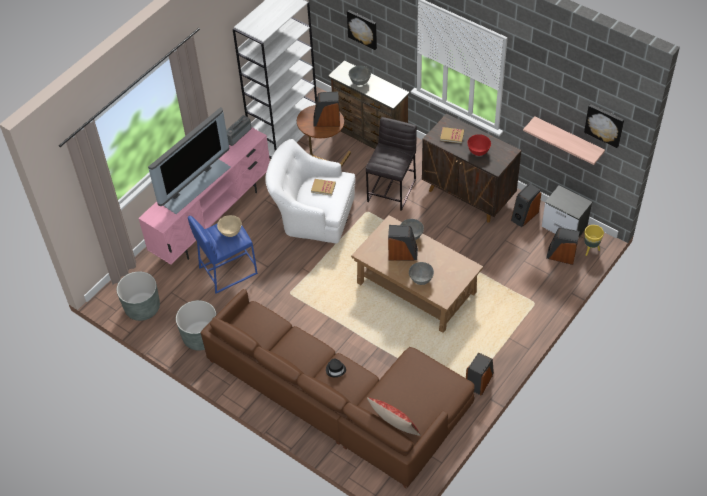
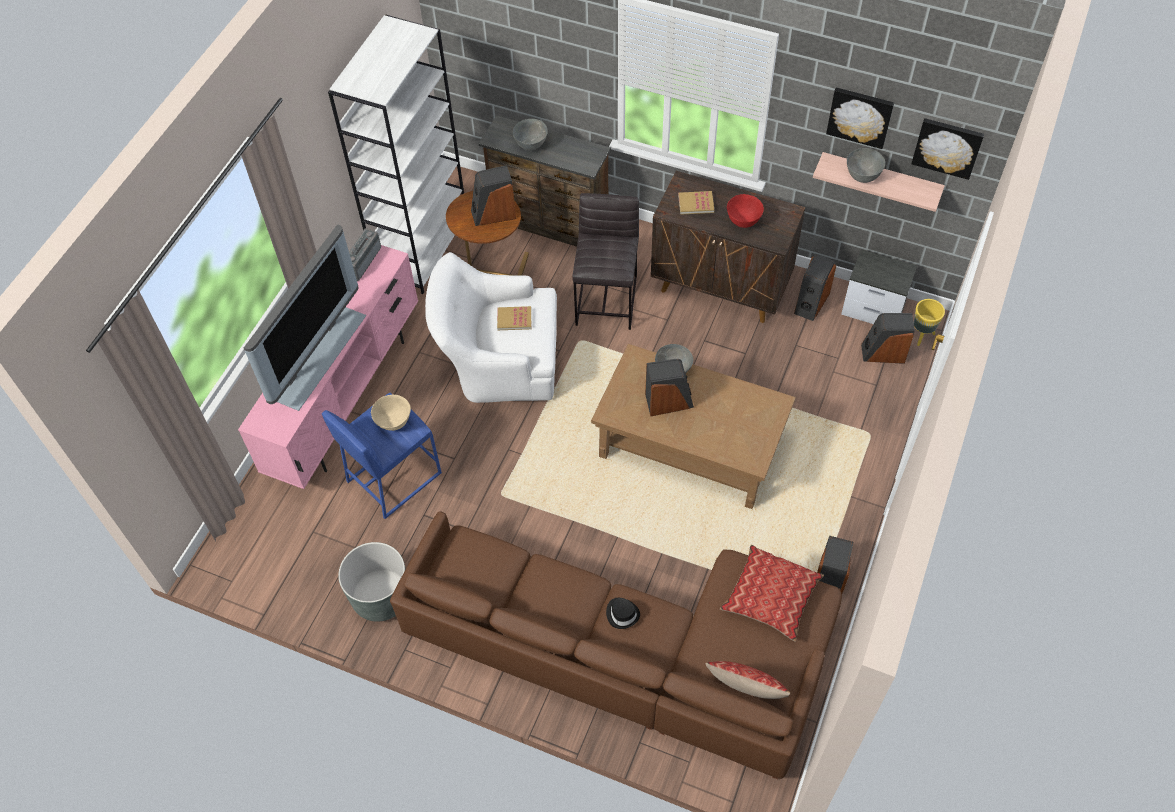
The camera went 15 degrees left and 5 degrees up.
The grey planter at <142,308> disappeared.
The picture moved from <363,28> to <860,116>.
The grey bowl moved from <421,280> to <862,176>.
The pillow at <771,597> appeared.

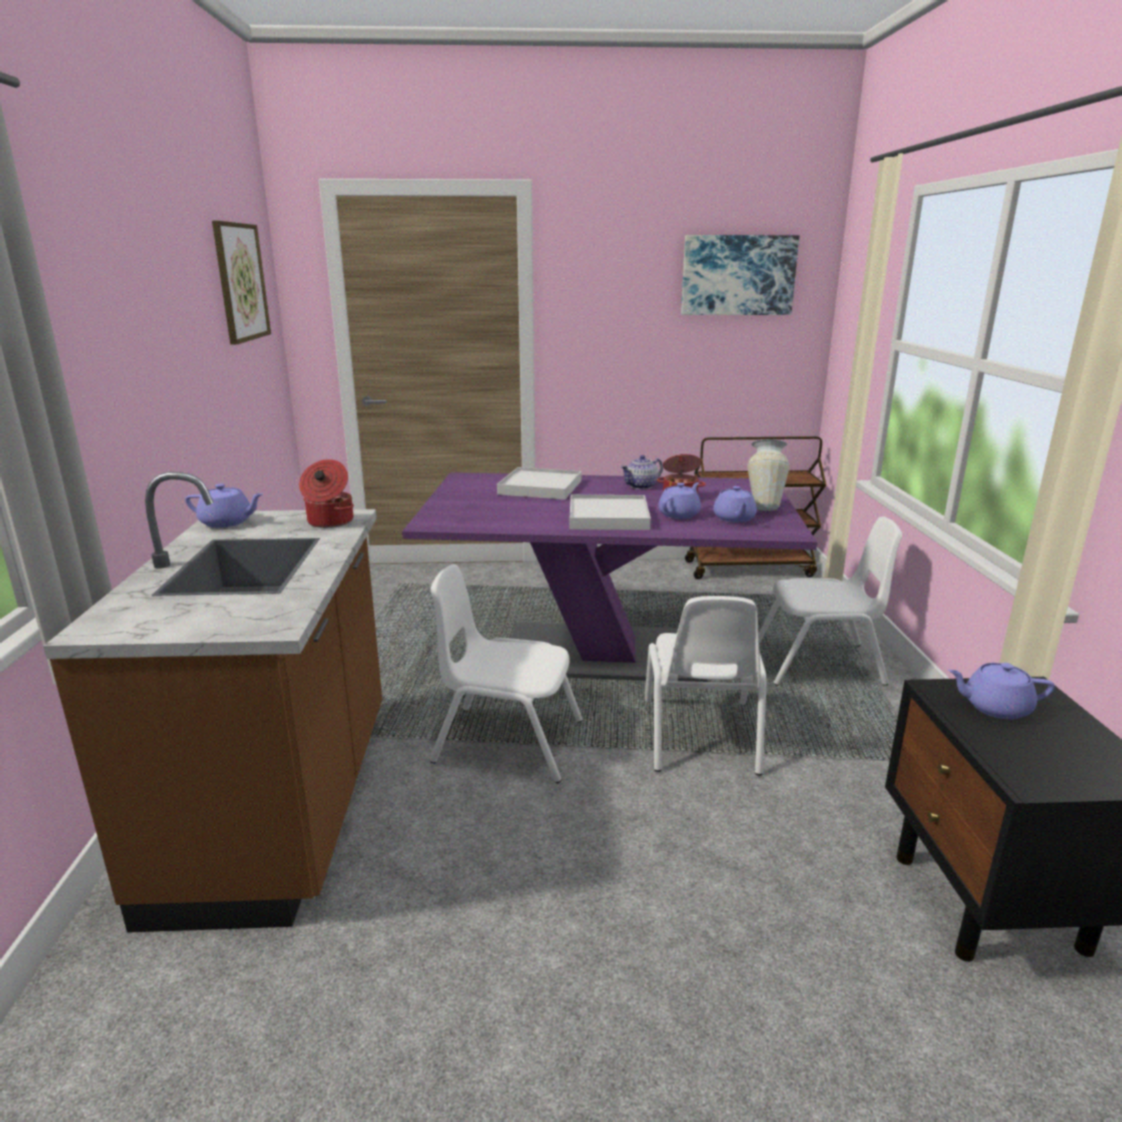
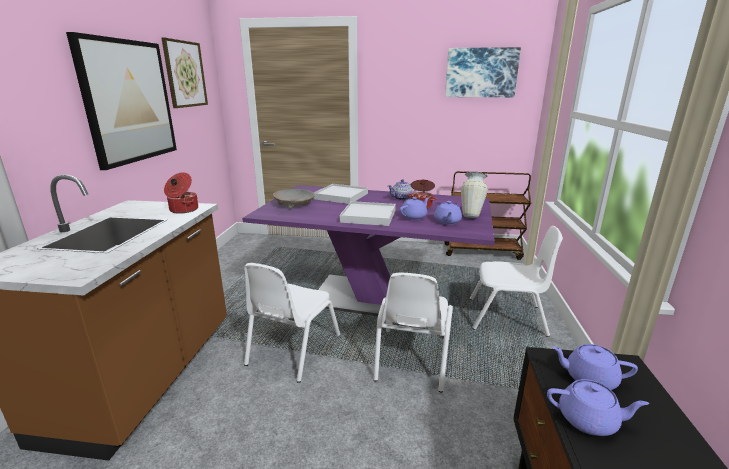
The camera went 10 degrees right and 0 degrees up.
The purple teapot moved from <227,522> to <589,420>.
The white chair at <507,741> turned 90 degrees counterclockwise.
The picture at <128,101> appeared.
The beige bowl at <294,204> appeared.

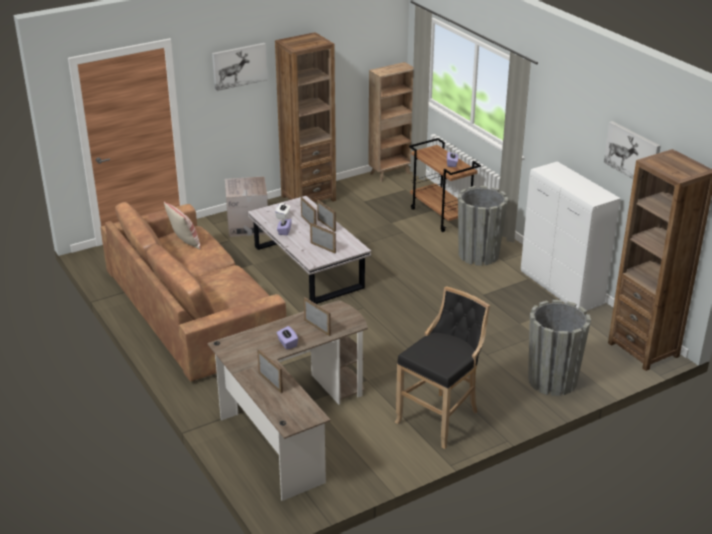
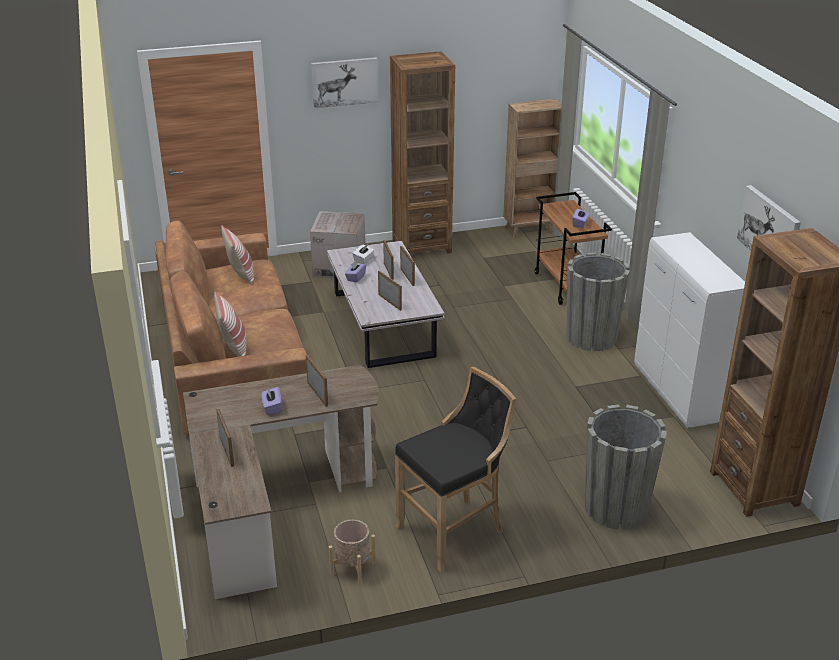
The camera went 15 degrees right and 0 degrees up.
The pillow at <233,347> appeared.
The beige planter at <353,568> appeared.

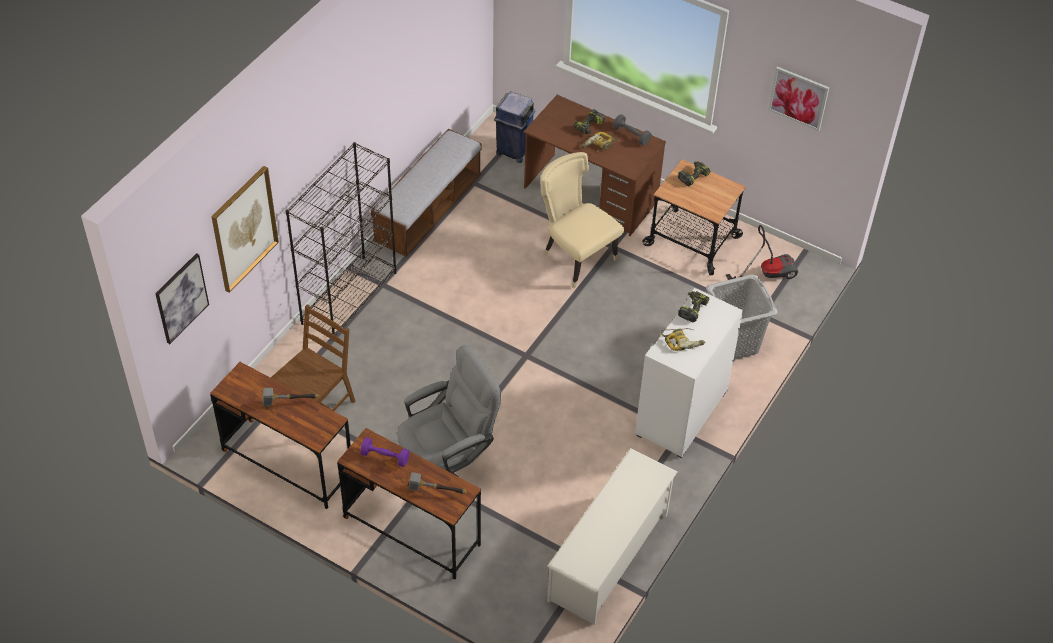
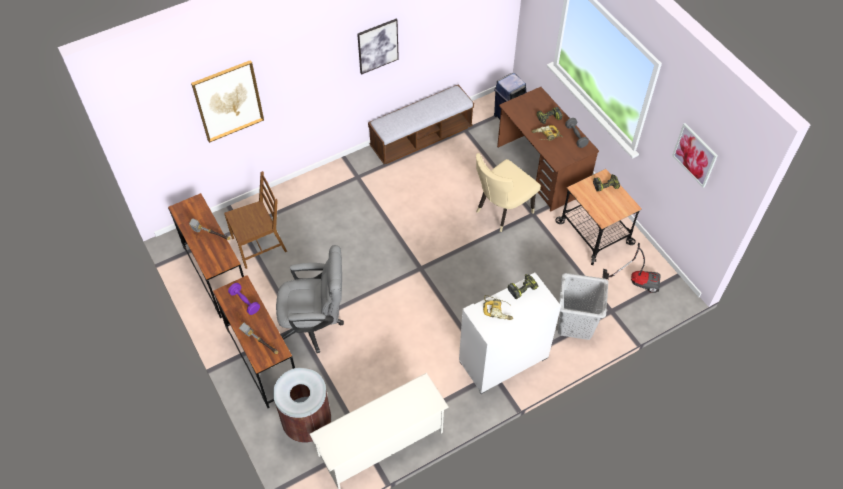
The camera went 30 degrees right and 5 degrees up.
The picture moved from <181,298> to <377,46>.
The black bookcase at <349,297> disappeared.
The beige chair at <576,257> turned 120 degrees counterclockwise.
The brown trash can at <307,423> appeared.

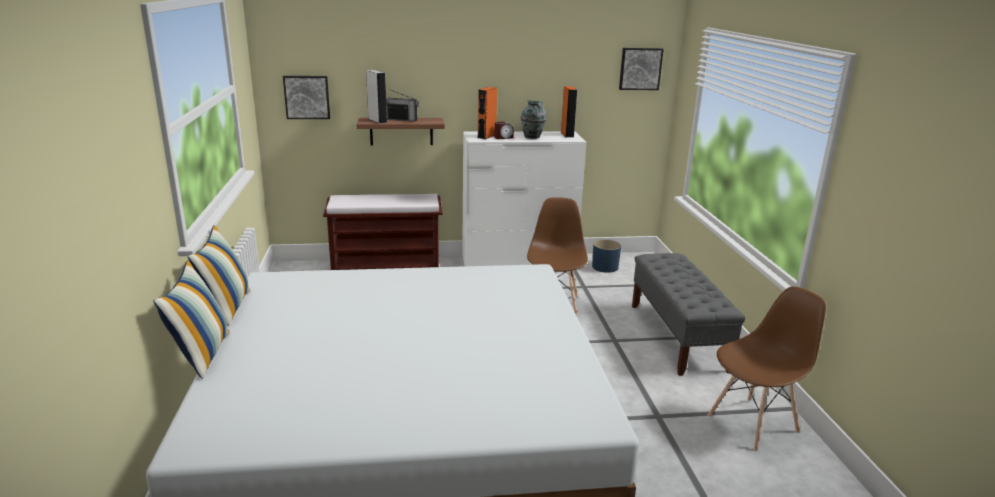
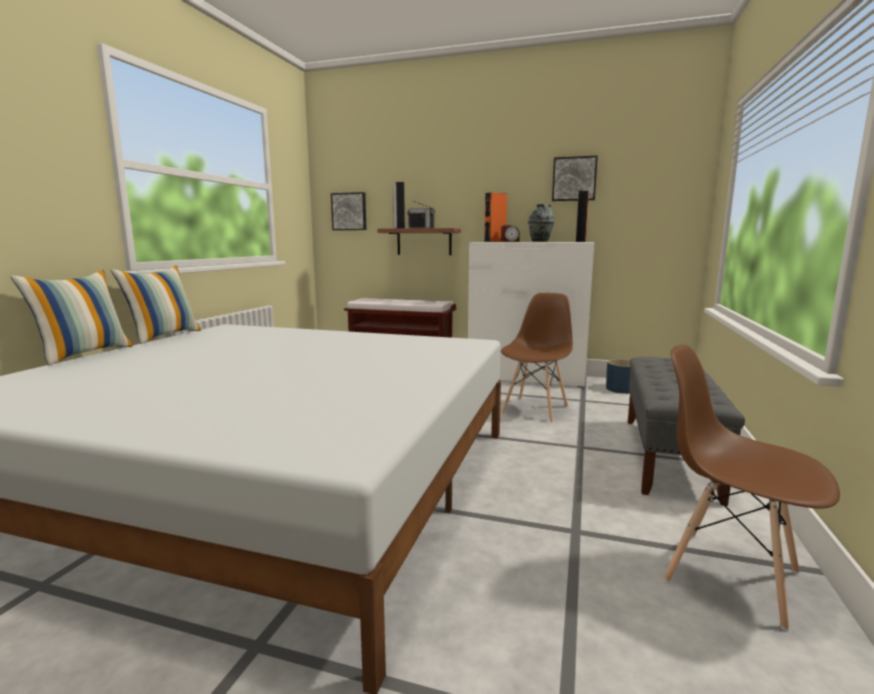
The camera went 25 degrees right and 10 degrees down.
The picture moved from <640,68> to <574,179>.
The brown chair at <753,423> turned 135 degrees counterclockwise.

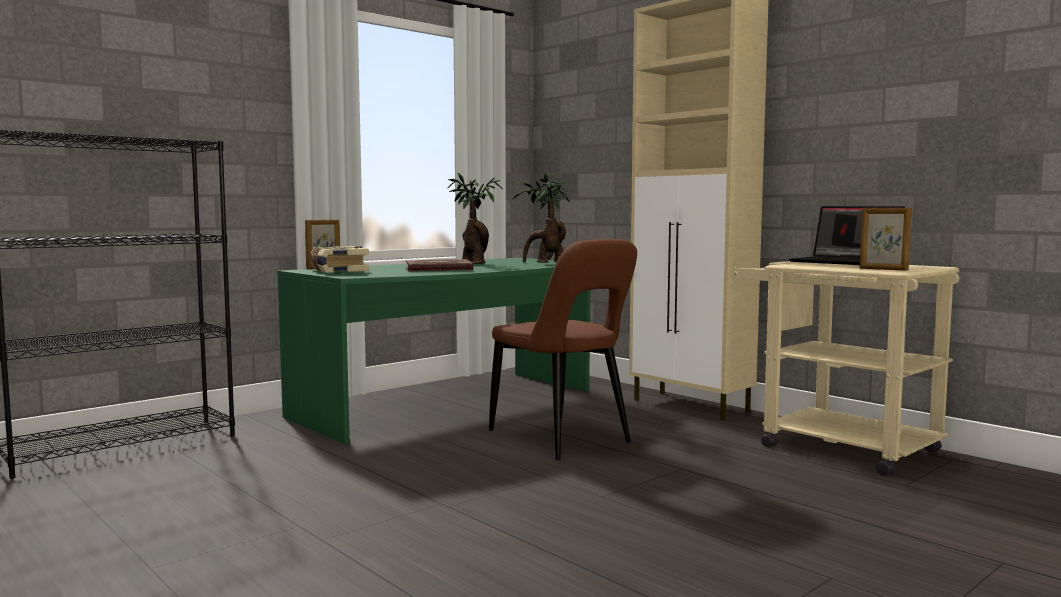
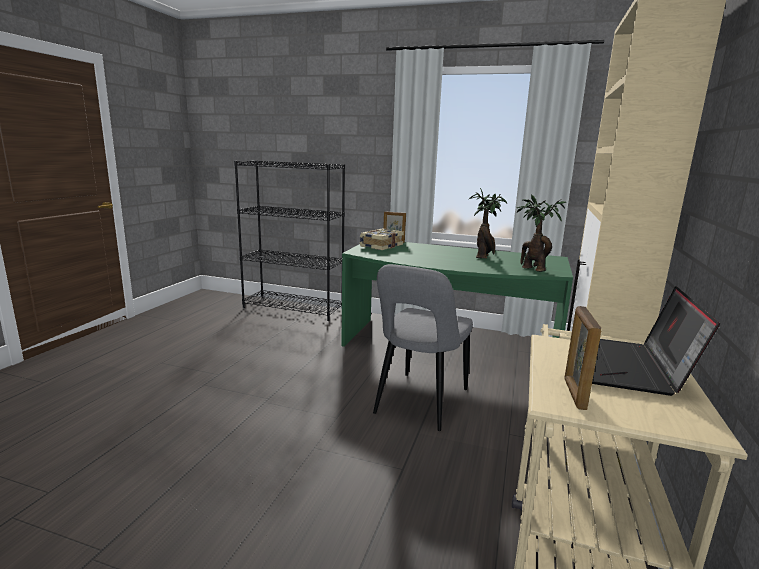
The camera went 60 degrees right and 10 degrees up.
The book at <438,269> disappeared.
The brown chair at <563,439> became the grey chair at <419,403>.

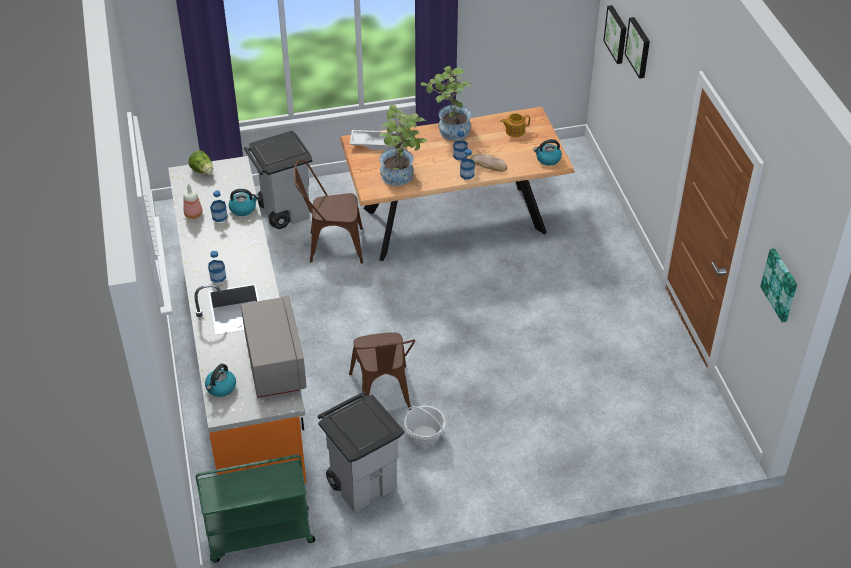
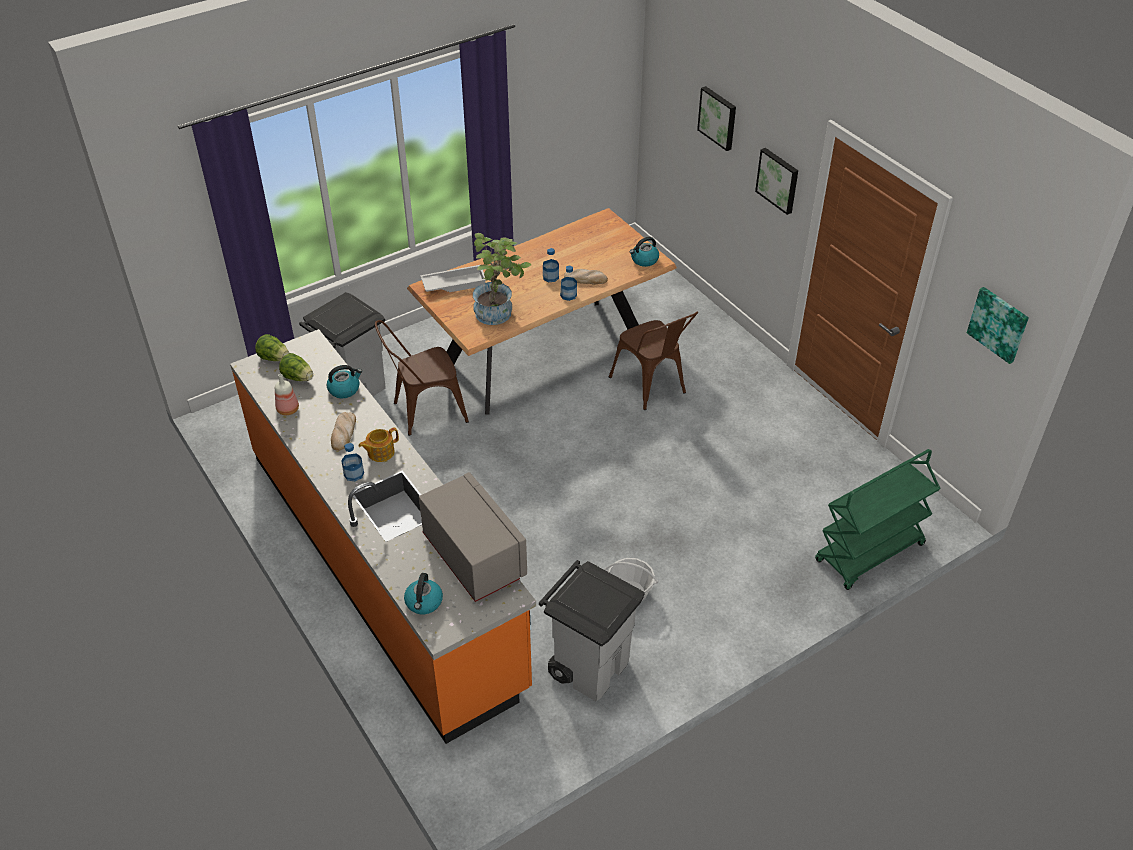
The camera went 20 degrees left and 0 degrees up.
The green cart moved from <259,536> to <869,554>.
The bottle at <219,217> disappeared.
The brown chair moved from <382,395> to <652,387>.
The potted plant at <449,131> disappeared.
The teapot moved from <514,131> to <380,452>.
The picture moved from <617,34> to <778,180>.
The lettuce at <298,378> appeared.
The bread at <343,433> appeared.

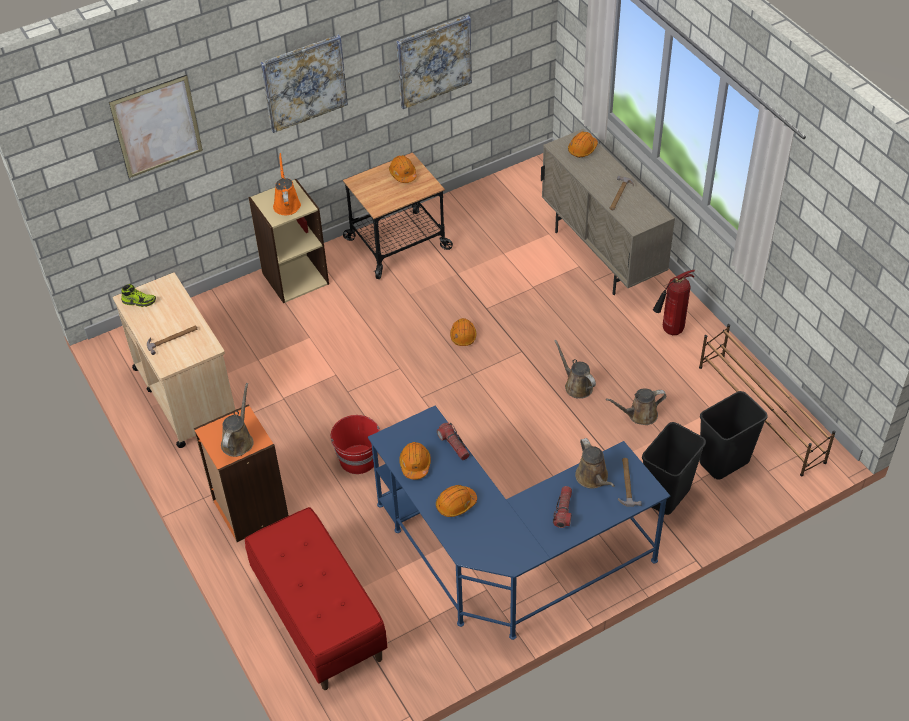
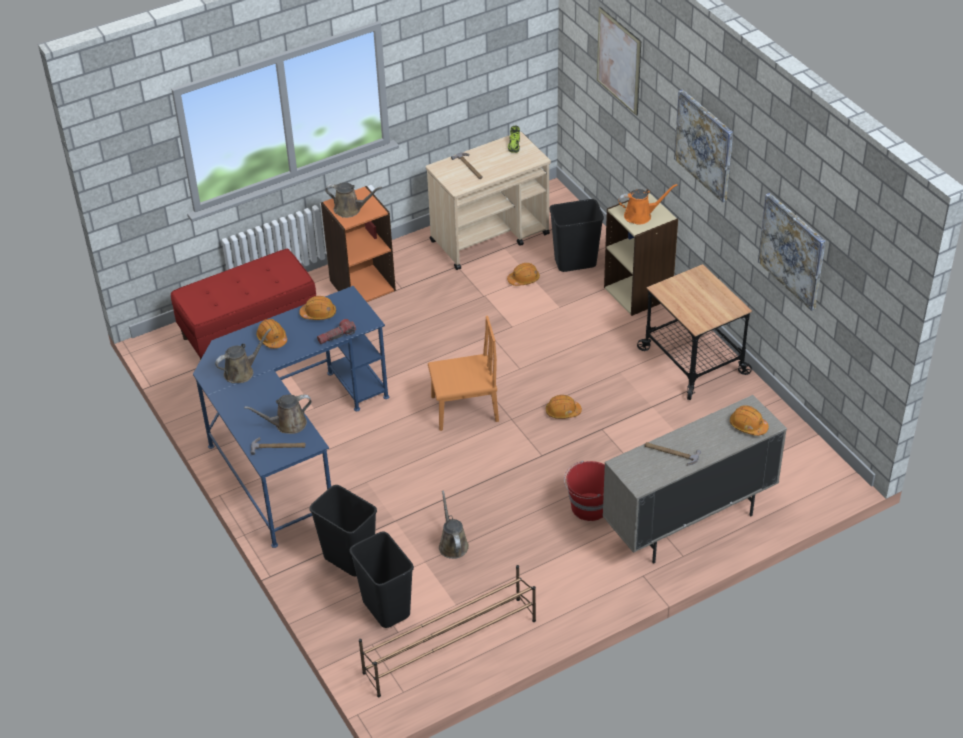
The camera went 90 degrees right and 5 degrees down.
The red bucket moved from <358,459> to <589,507>.
The orange hard hat moved from <403,174> to <524,279>.
The flashlight at <563,510> disappeared.
The brown watering can moved from <576,385> to <241,372>.
The fire extinguisher at <670,331> disappeared.
The orange chair at <464,409> appeared.
The black trash can at <575,262> appeared.

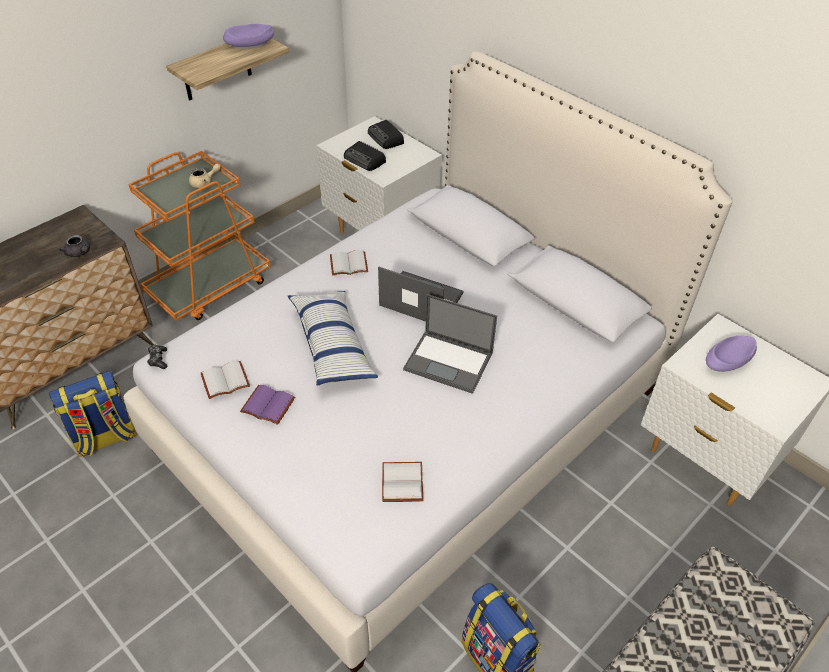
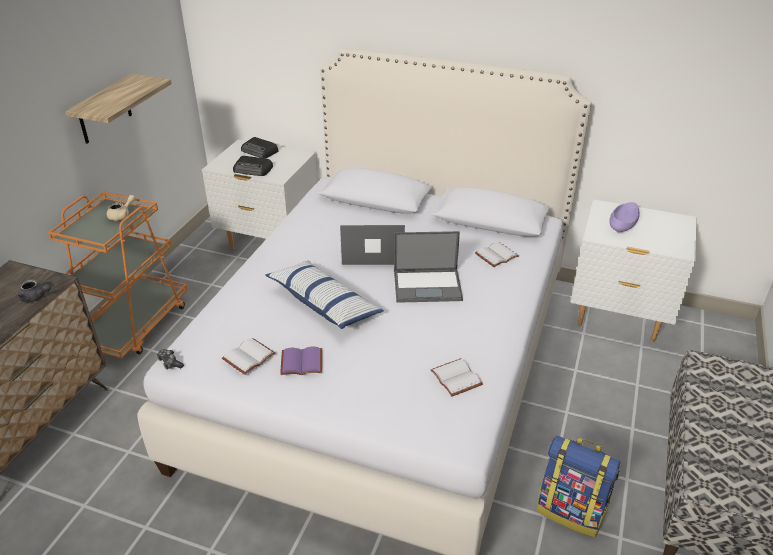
The camera went 25 degrees left and 10 degrees down.
The backpack at <105,438> disappeared.
The purple bowl at <250,44> disappeared.
The white book moved from <348,265> to <497,256>.

